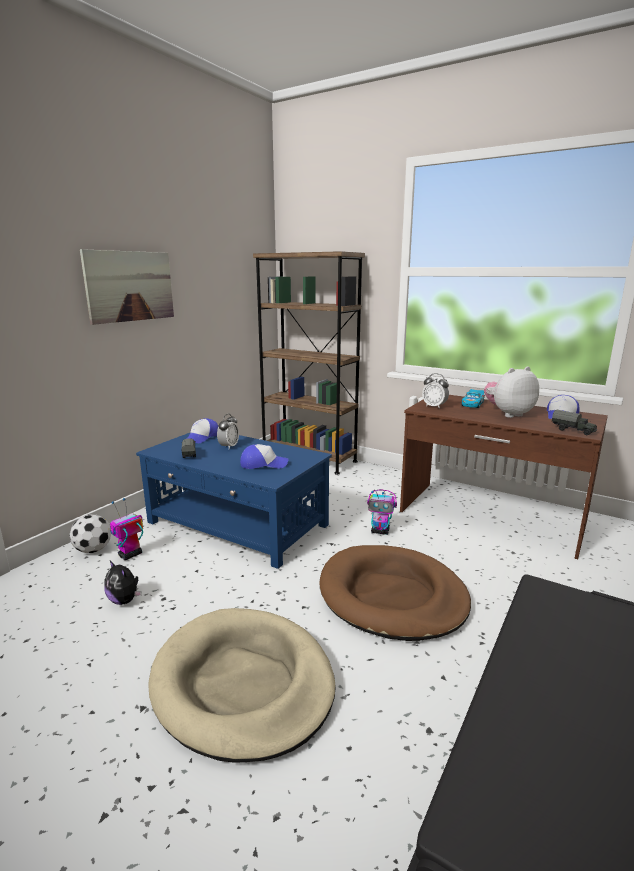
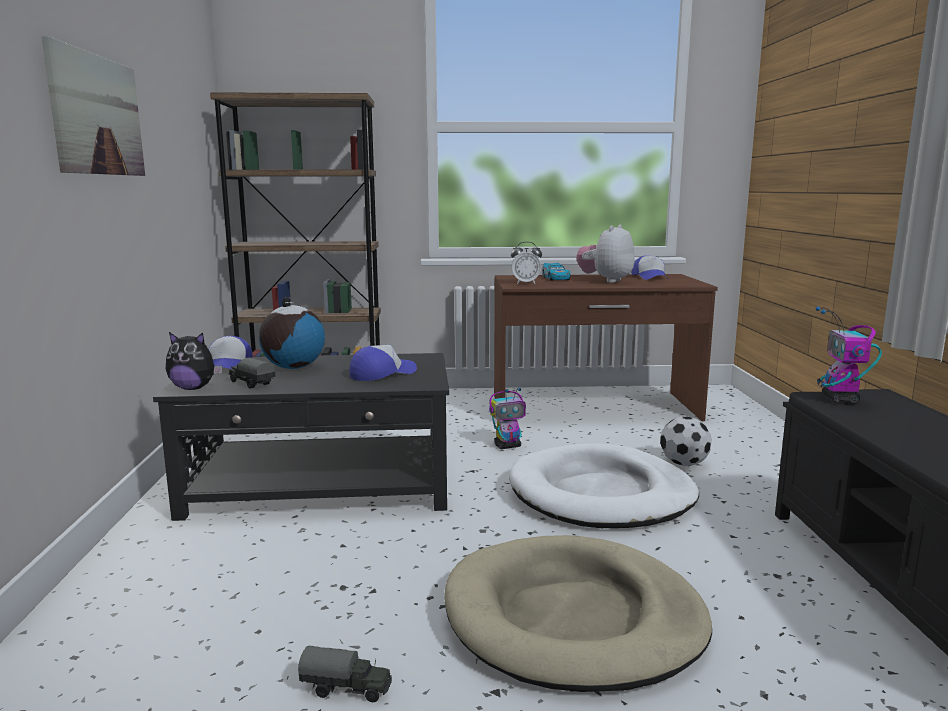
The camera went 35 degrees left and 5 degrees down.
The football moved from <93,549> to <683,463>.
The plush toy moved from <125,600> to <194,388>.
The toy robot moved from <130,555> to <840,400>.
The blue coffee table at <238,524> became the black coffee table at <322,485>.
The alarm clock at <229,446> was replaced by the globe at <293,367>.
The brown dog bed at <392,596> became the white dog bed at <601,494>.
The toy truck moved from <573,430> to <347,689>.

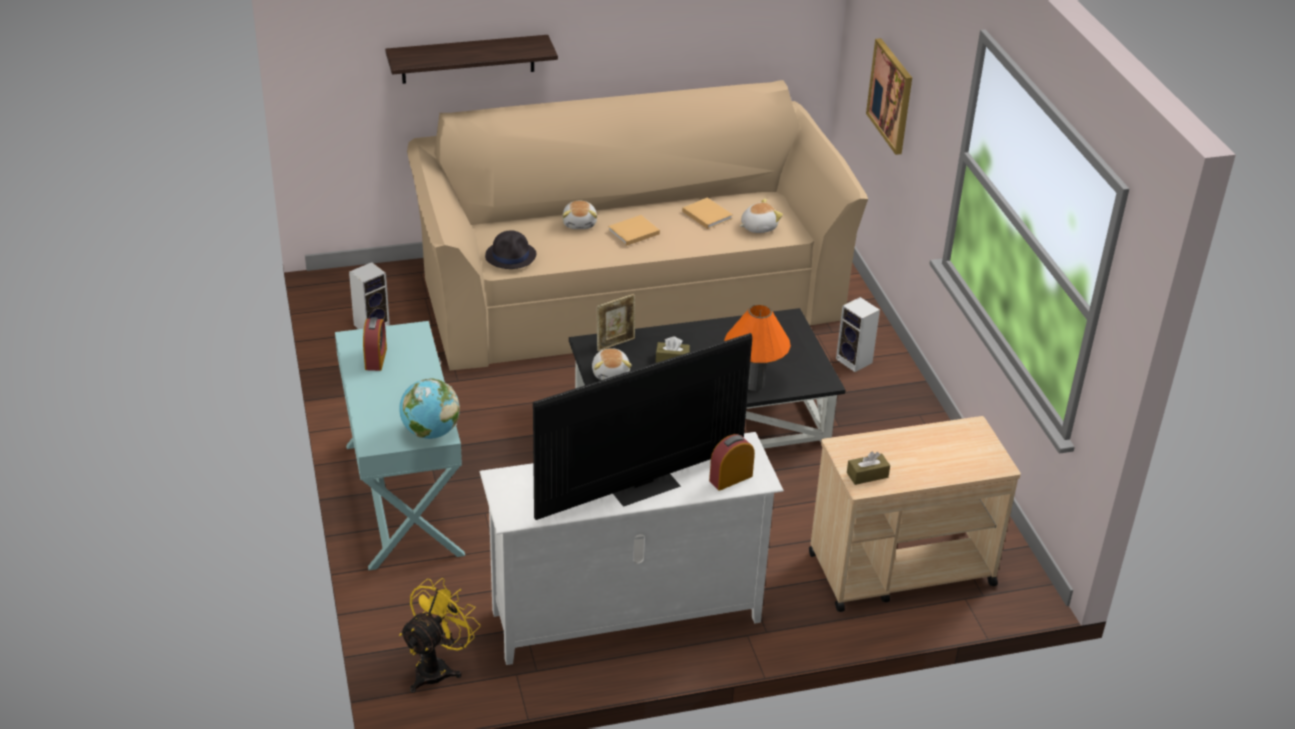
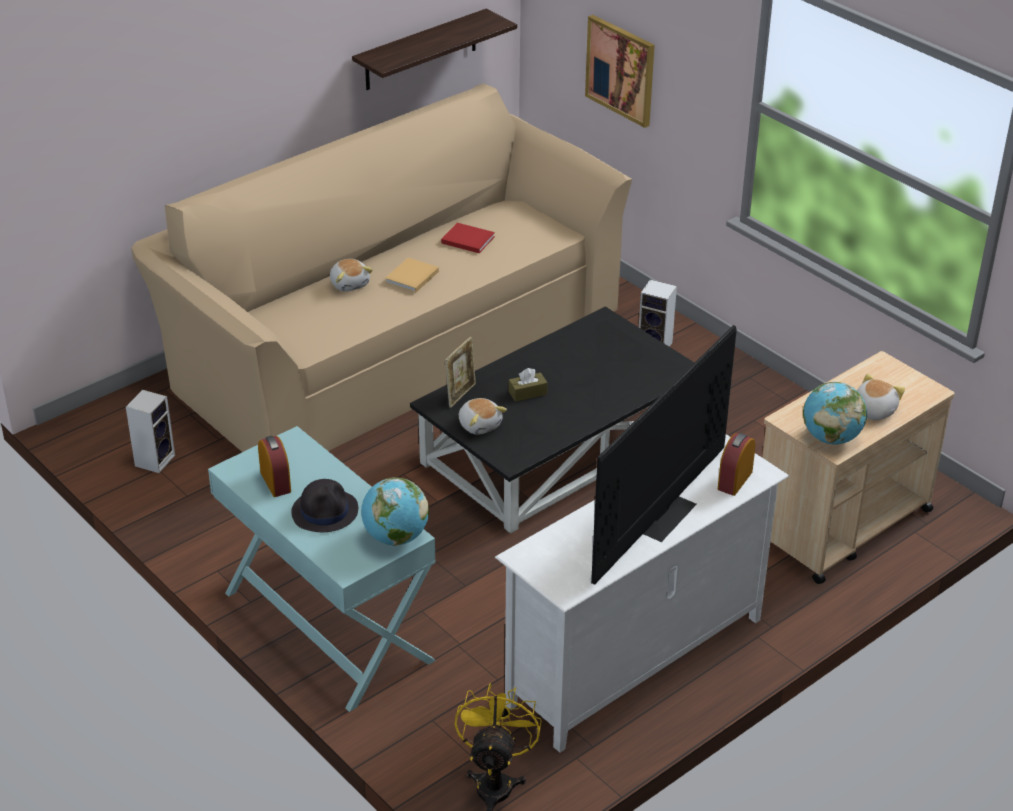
The camera went 25 degrees left and 0 degrees up.
The shelf moved from <468,59> to <421,50>.
The black hat moved from <511,256> to <325,511>.
The beige book at <706,214> became the red book at <466,239>.
The orange table lamp at <753,384> disappeared.
The plush toy moved from <758,227> to <872,411>.
The brown tissue box at <867,475> was replaced by the globe at <831,438>.

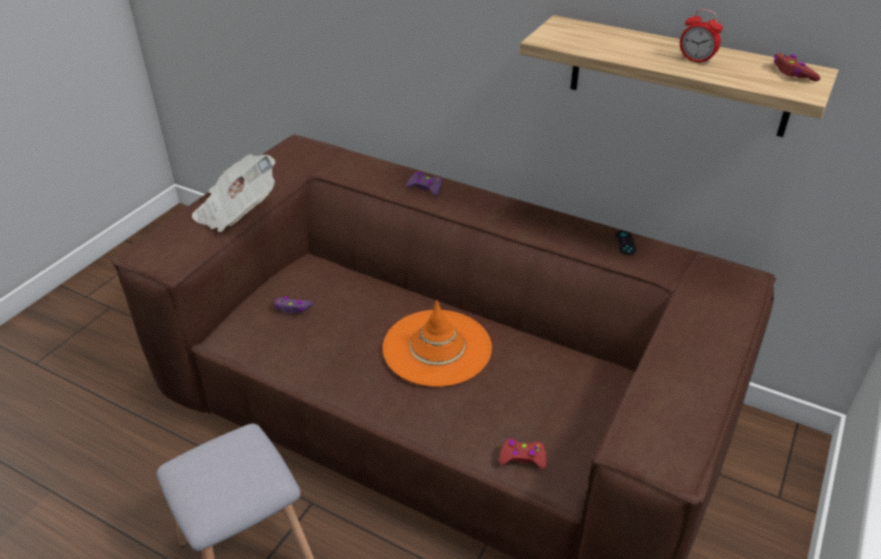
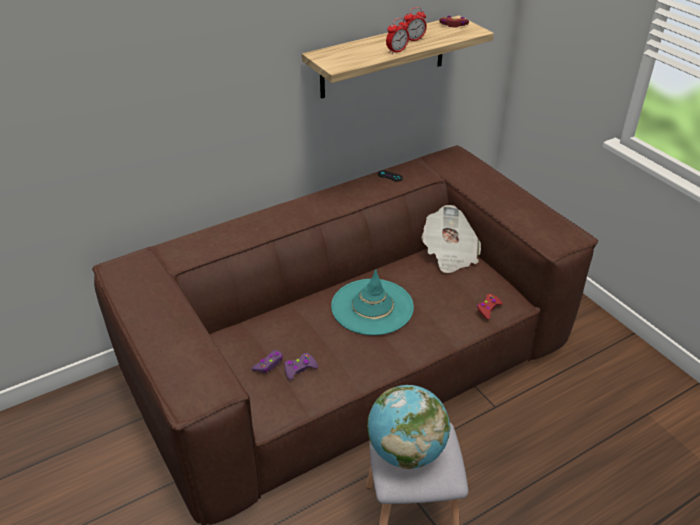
The camera went 60 degrees left and 0 degrees up.
The newspaper moved from <237,212> to <450,253>.
The orange hat at <437,348> became the turquoise hat at <372,307>.
The purple game controller moved from <425,188> to <300,369>.
The globe at <406,451> appeared.
The alarm clock at <397,51> appeared.

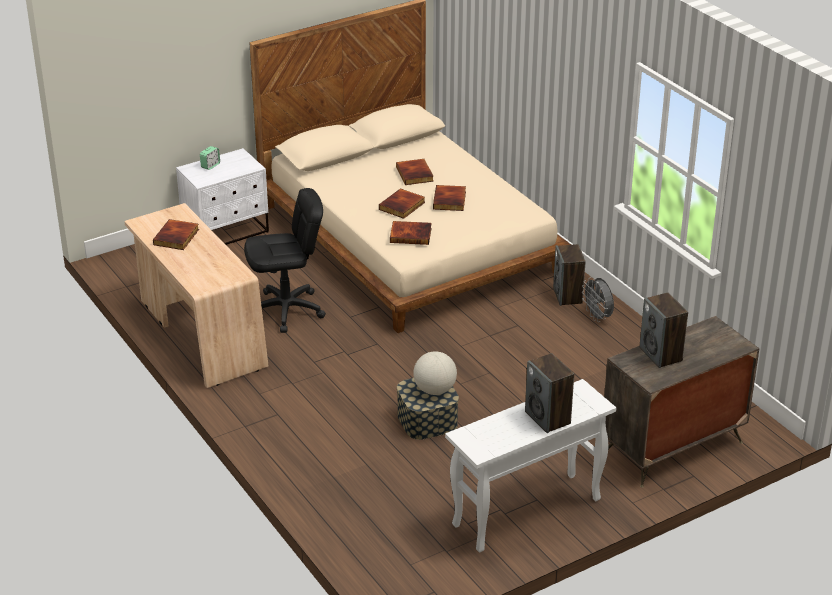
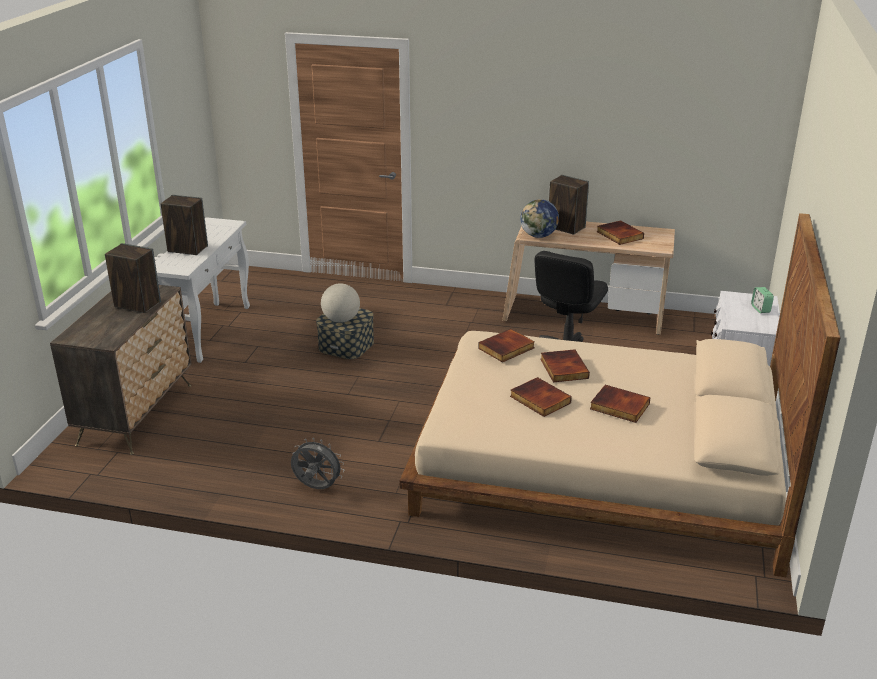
The camera went 135 degrees right and 5 degrees down.
The speaker moved from <568,296> to <565,228>.
The globe at <538,236> appeared.

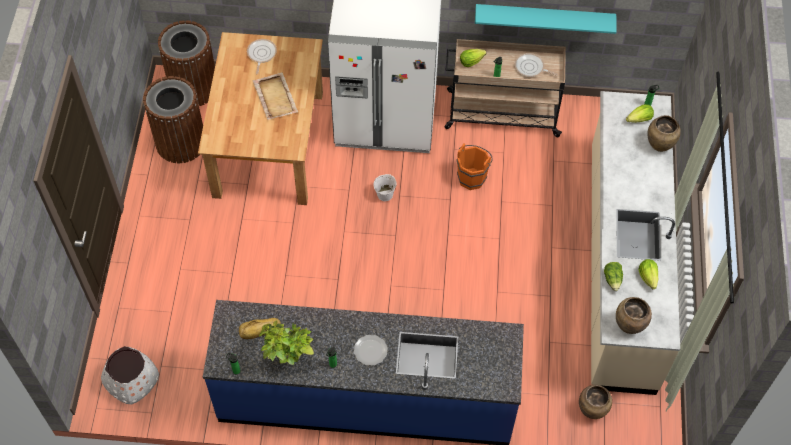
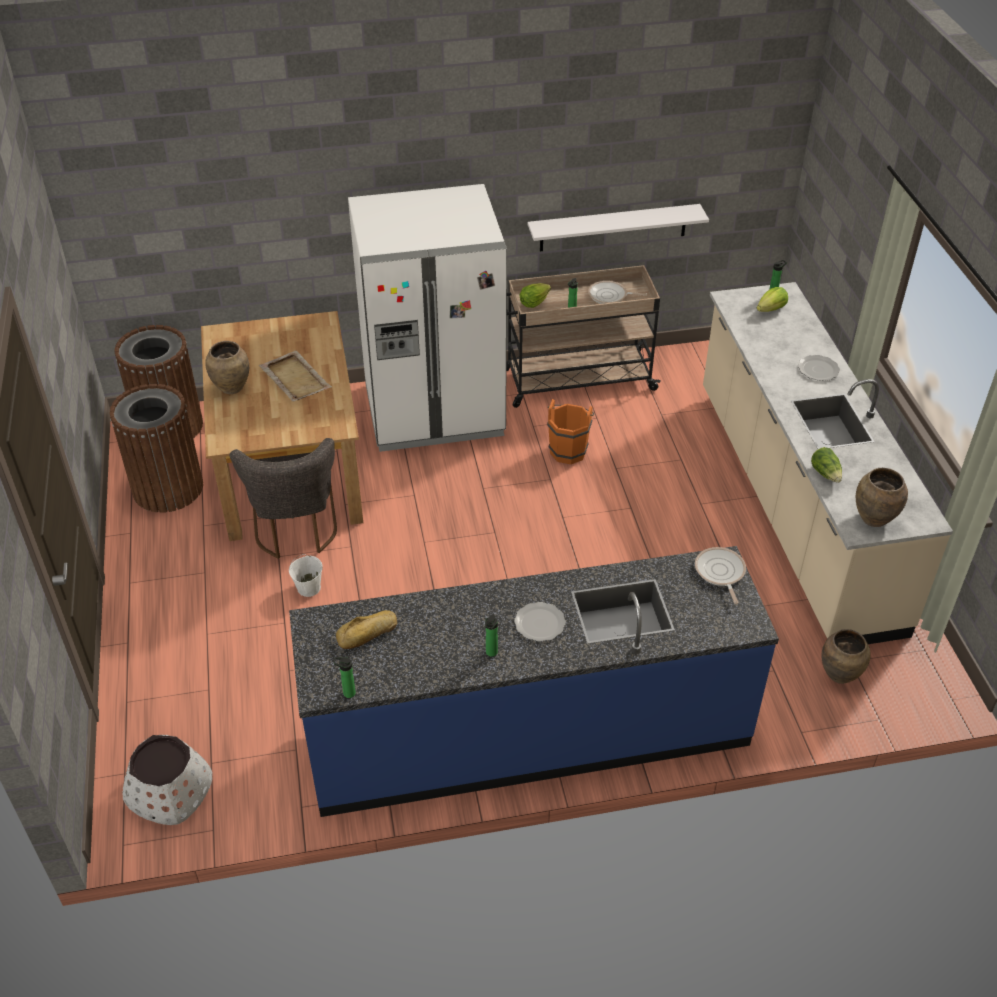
The camera went 15 degrees left and 15 degrees down.
The frying pan moved from <261,54> to <720,572>.
The potted plant at <288,360> disappeared.
The white bucket moved from <385,194> to <309,587>.
The turquoise shelf at <544,17> became the white shelf at <613,227>.
The lettuce at <648,277> disappeared.
The brown vase moved from <659,145> to <231,388>.
The grey chair at <296,531> appeared.
The plate at <818,369> appeared.

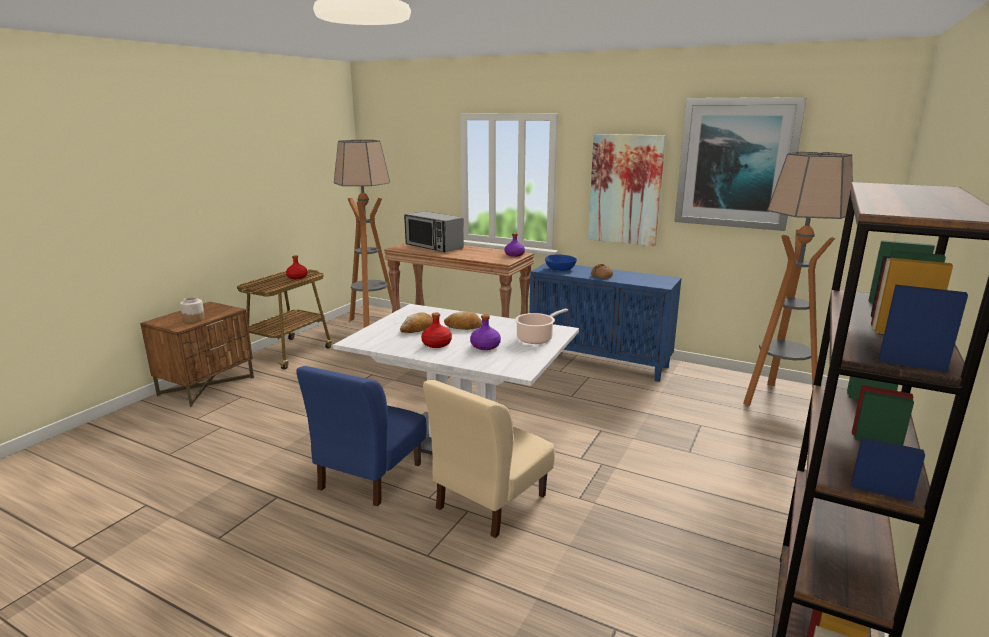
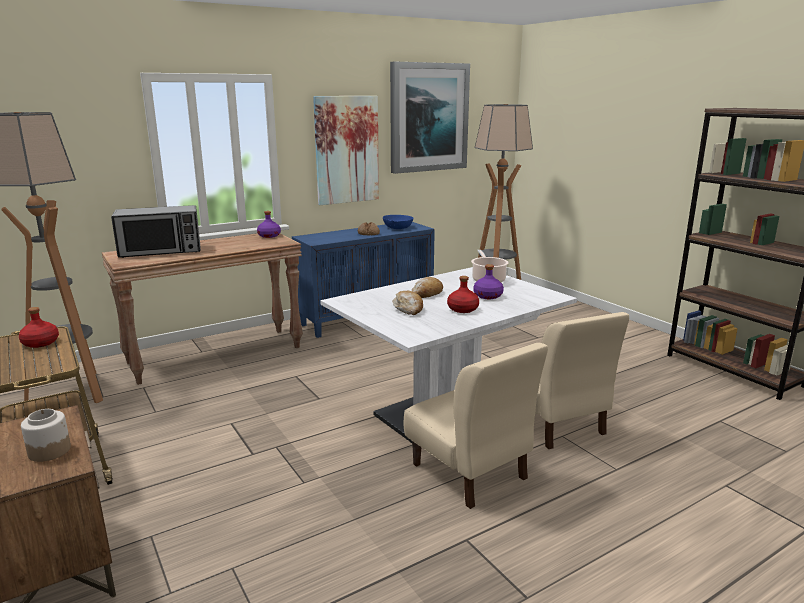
The camera went 60 degrees left and 0 degrees up.
The blue chair at <369,476> became the beige chair at <469,471>.
The blue bowl moved from <560,269> to <398,227>.

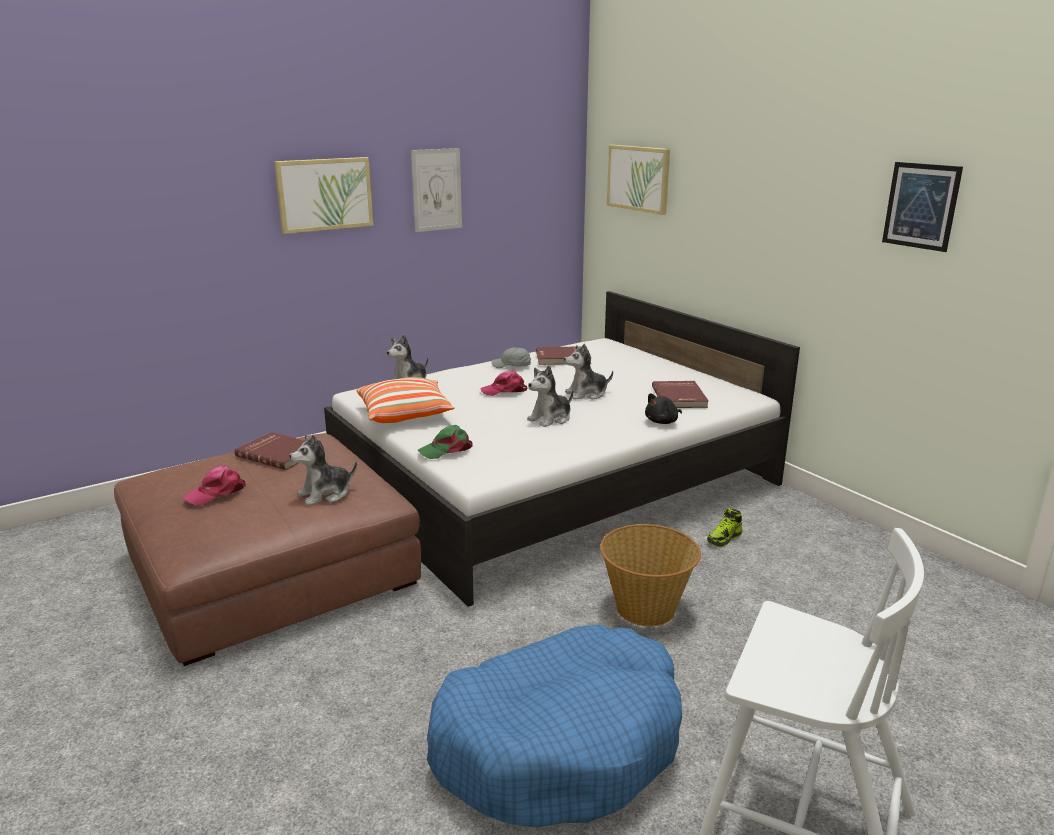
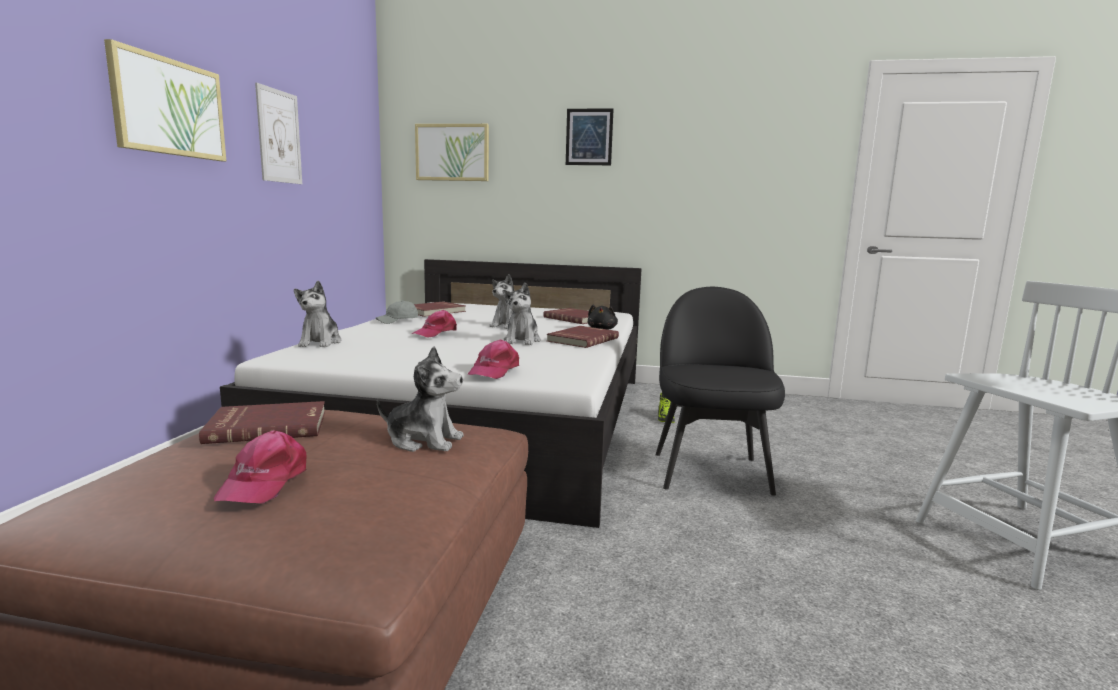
The camera went 45 degrees left and 10 degrees down.
The plush toy at <325,494> turned 90 degrees counterclockwise.
The pillow at <405,414> disappeared.
The green cap at <447,450> became the pink cap at <494,370>.
The blue dog bed at <559,743> disappeared.
The basket at <646,608> was replaced by the black chair at <710,471>.
The picture moved from <921,206> to <589,137>.
The red book at <581,339> appeared.

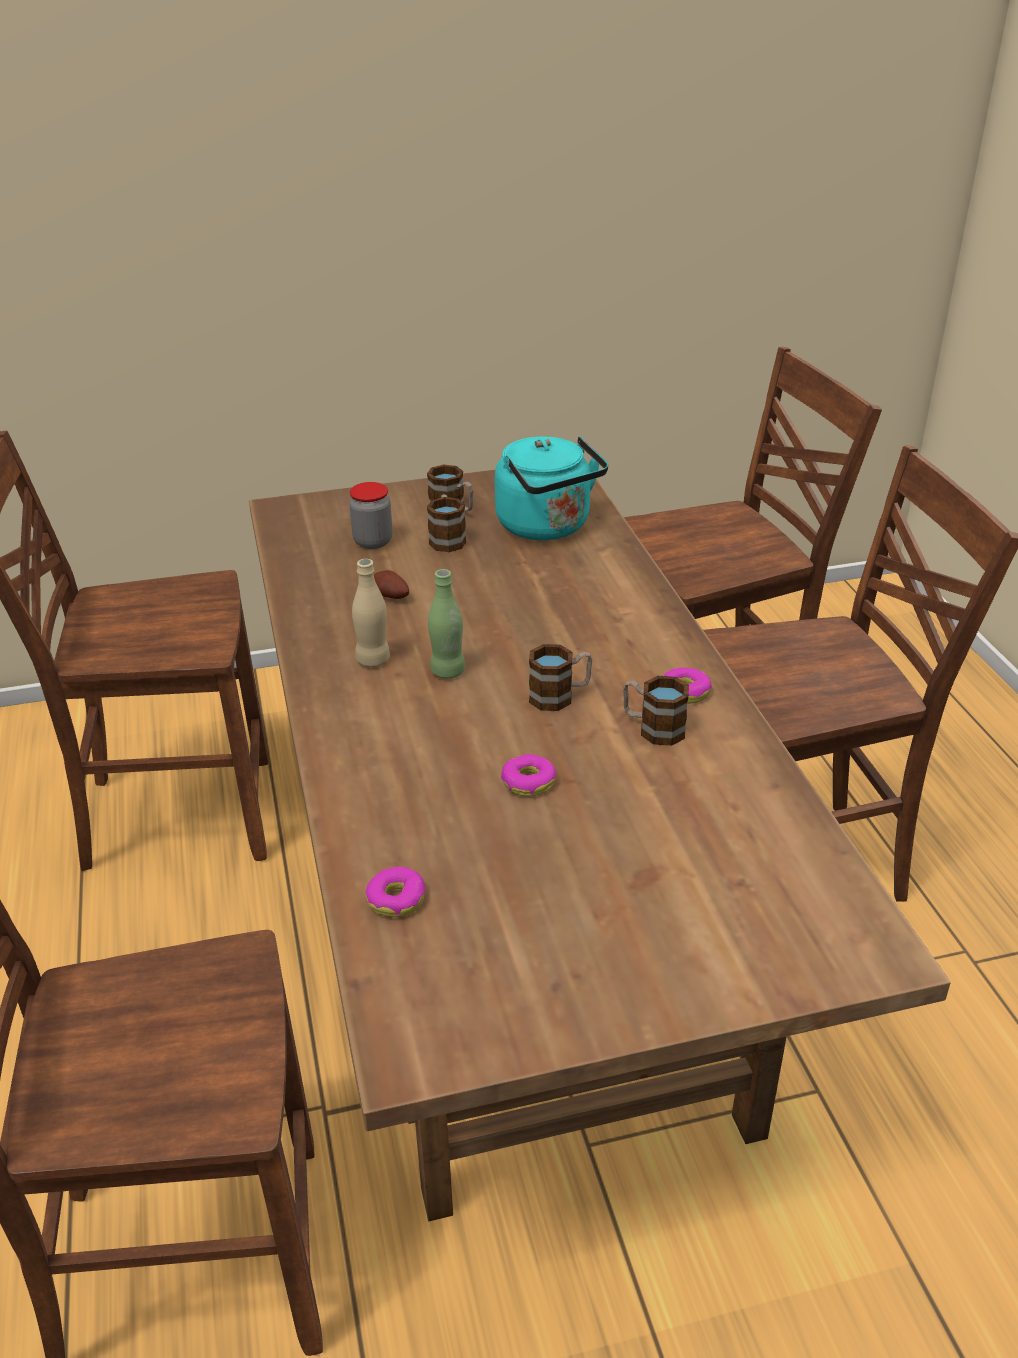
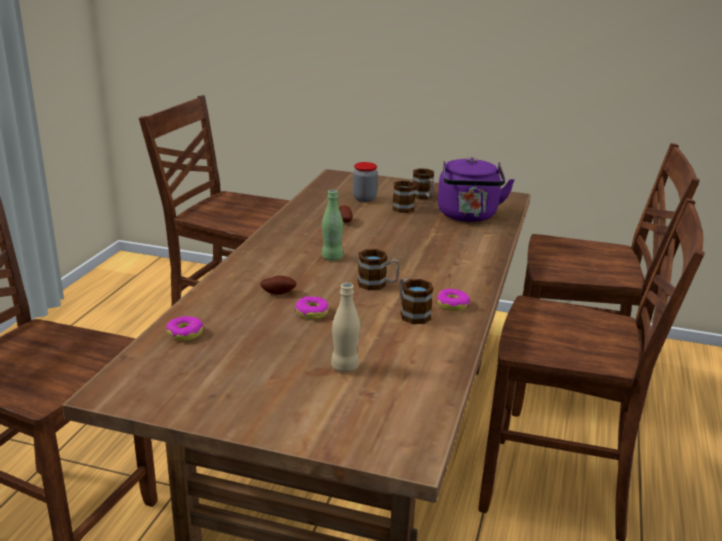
The camera went 30 degrees right and 10 degrees down.
The beige bottle moved from <373,660> to <345,367>.
The turquoise kettle at <547,527> became the purple kettle at <468,216>.
The potato at <278,292> appeared.

